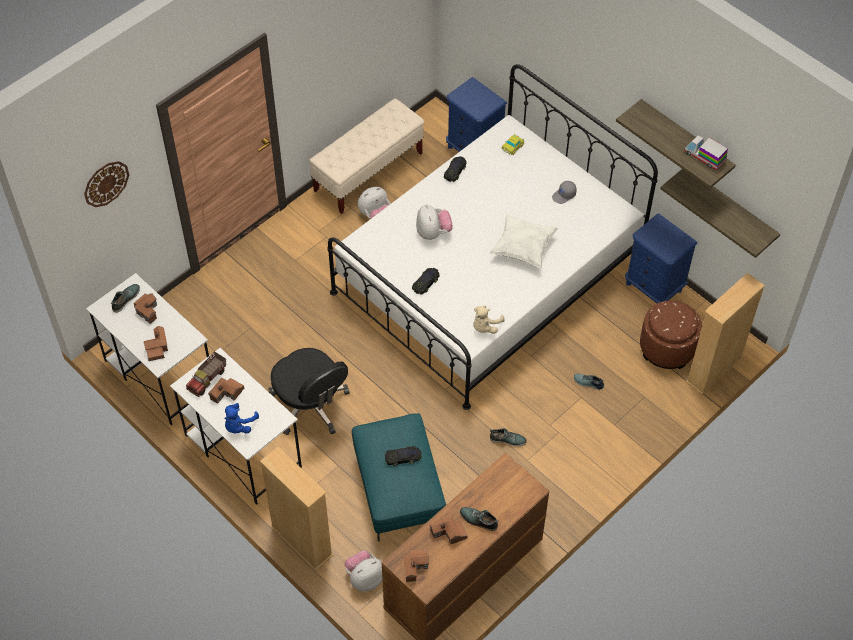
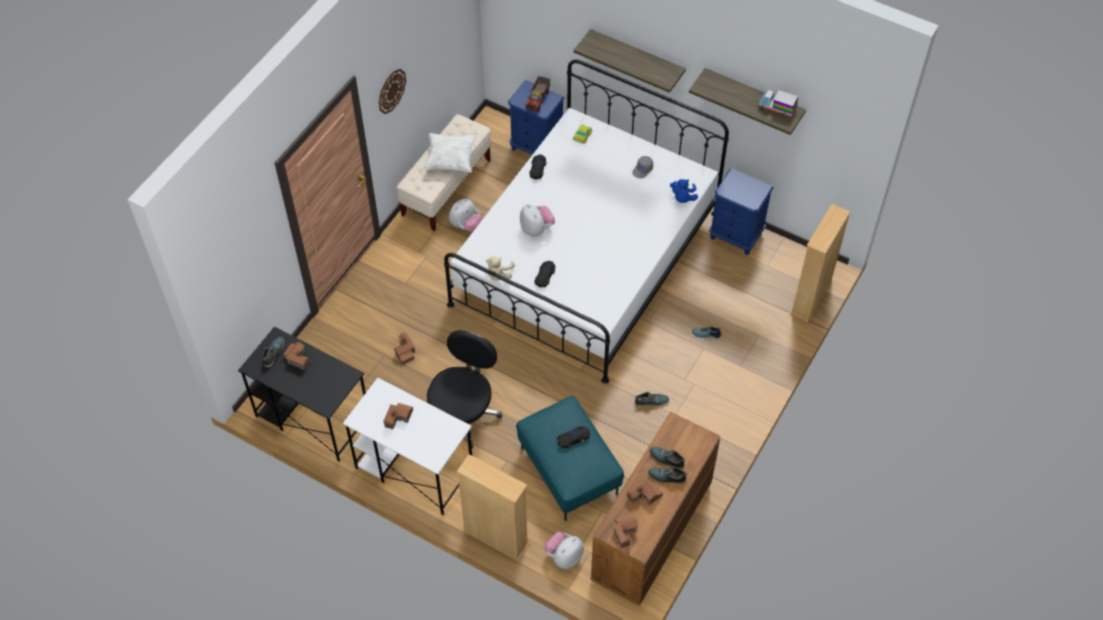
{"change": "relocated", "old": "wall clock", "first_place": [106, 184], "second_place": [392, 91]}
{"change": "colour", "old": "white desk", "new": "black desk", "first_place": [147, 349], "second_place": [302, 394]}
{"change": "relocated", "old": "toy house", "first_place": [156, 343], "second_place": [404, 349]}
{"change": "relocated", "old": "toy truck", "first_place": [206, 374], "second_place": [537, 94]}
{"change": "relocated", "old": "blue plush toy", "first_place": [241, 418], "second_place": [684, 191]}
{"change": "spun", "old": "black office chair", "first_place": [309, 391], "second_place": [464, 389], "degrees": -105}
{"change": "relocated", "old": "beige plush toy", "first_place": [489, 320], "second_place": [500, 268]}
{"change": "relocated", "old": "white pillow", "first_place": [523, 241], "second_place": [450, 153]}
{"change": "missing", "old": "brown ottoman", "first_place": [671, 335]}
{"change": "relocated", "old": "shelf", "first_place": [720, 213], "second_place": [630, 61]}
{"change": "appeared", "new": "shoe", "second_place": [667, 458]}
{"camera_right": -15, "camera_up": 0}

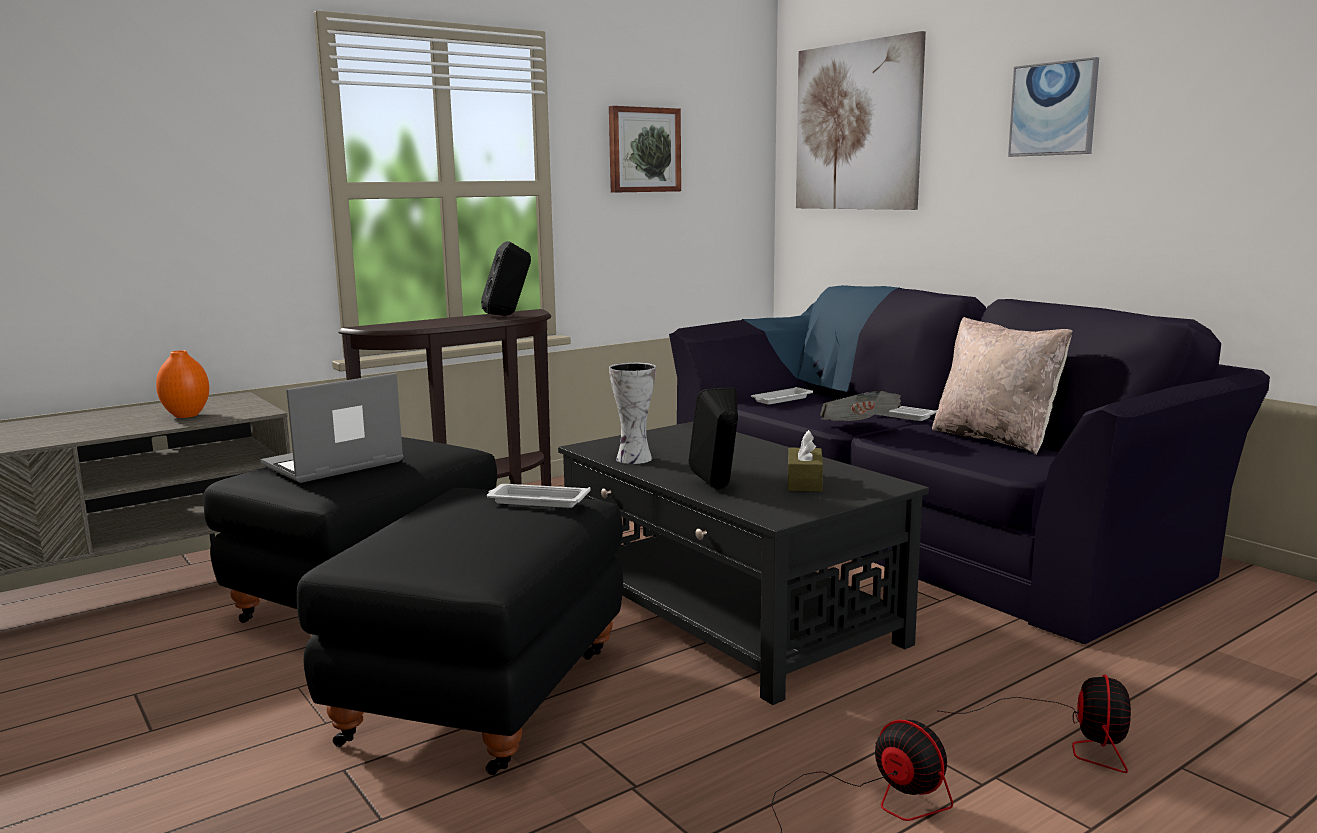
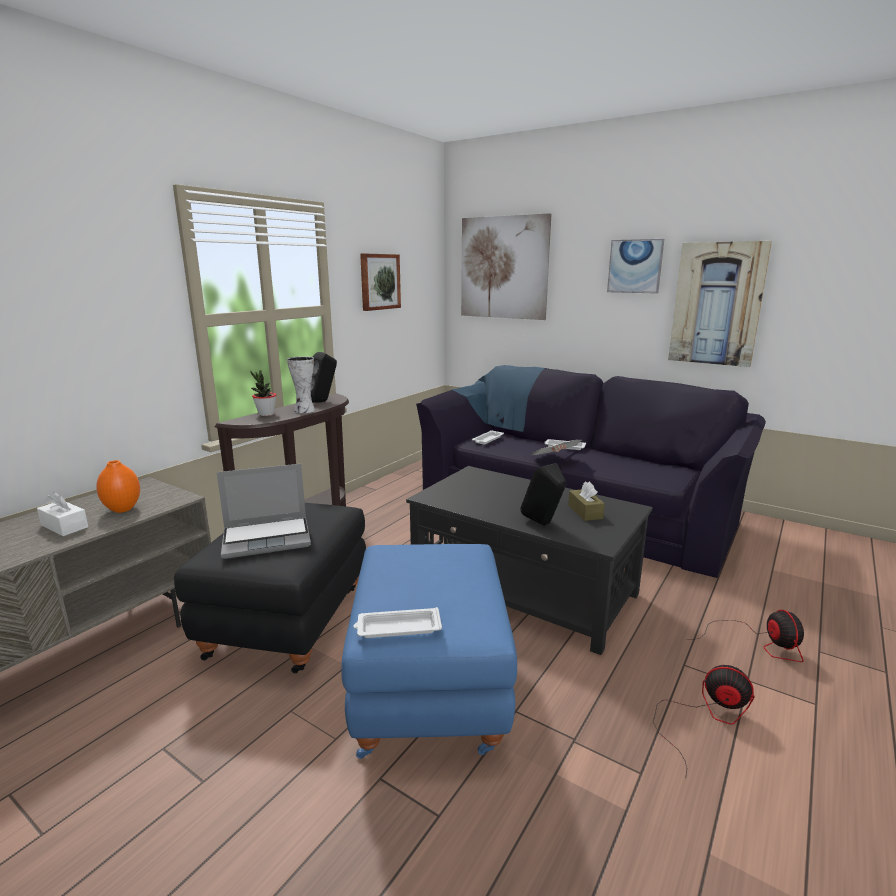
{"change": "spun", "old": "laptop", "first_place": [332, 428], "second_place": [264, 511], "degrees": -135}
{"change": "colour", "old": "black ottoman", "new": "blue ottoman", "first_place": [460, 631], "second_place": [429, 651]}
{"change": "relocated", "old": "white tray", "first_place": [539, 496], "second_place": [398, 622]}
{"change": "relocated", "old": "vase", "first_place": [632, 413], "second_place": [301, 384]}
{"change": "missing", "old": "beige pillow", "first_place": [1002, 386]}
{"change": "appeared", "new": "white tissue box", "second_place": [63, 514]}
{"change": "appeared", "new": "potted plant", "second_place": [263, 393]}
{"change": "appeared", "new": "picture", "second_place": [720, 304]}
{"camera_right": -20, "camera_up": 5}

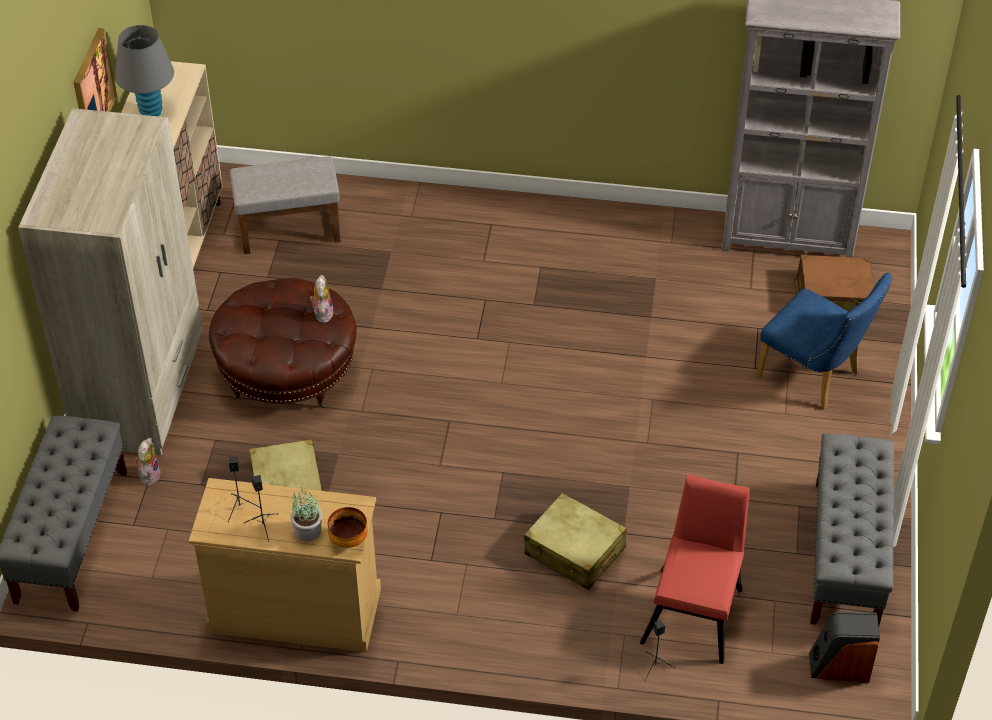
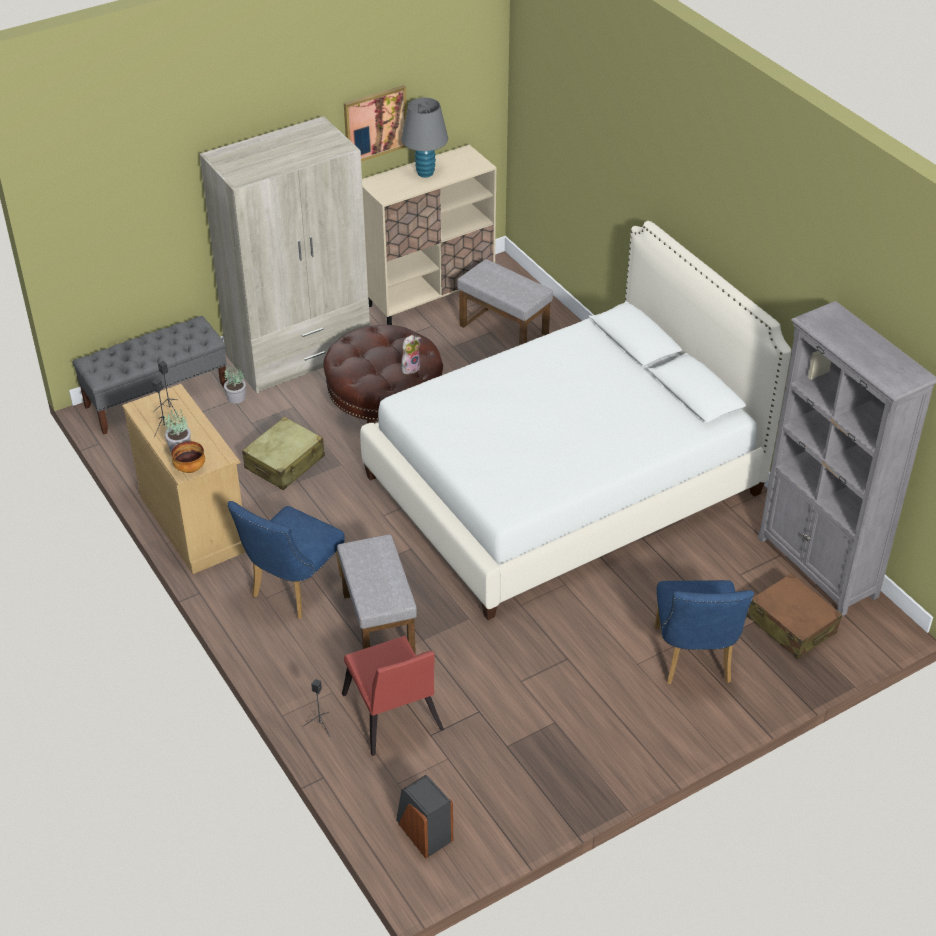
{"change": "exchanged", "old": "plush toy", "new": "potted plant", "first_place": [148, 461], "second_place": [235, 384]}
{"change": "exchanged", "old": "beige suitcase", "new": "grey ottoman", "first_place": [575, 541], "second_place": [377, 594]}
{"change": "spun", "old": "red chair", "first_place": [695, 569], "second_place": [393, 696], "degrees": 90}
{"change": "missing", "old": "grey bench", "first_place": [852, 530]}
{"change": "appeared", "new": "blue chair", "second_place": [286, 560]}
{"change": "appeared", "new": "white bed", "second_place": [575, 420]}
{"camera_right": 50, "camera_up": -5}

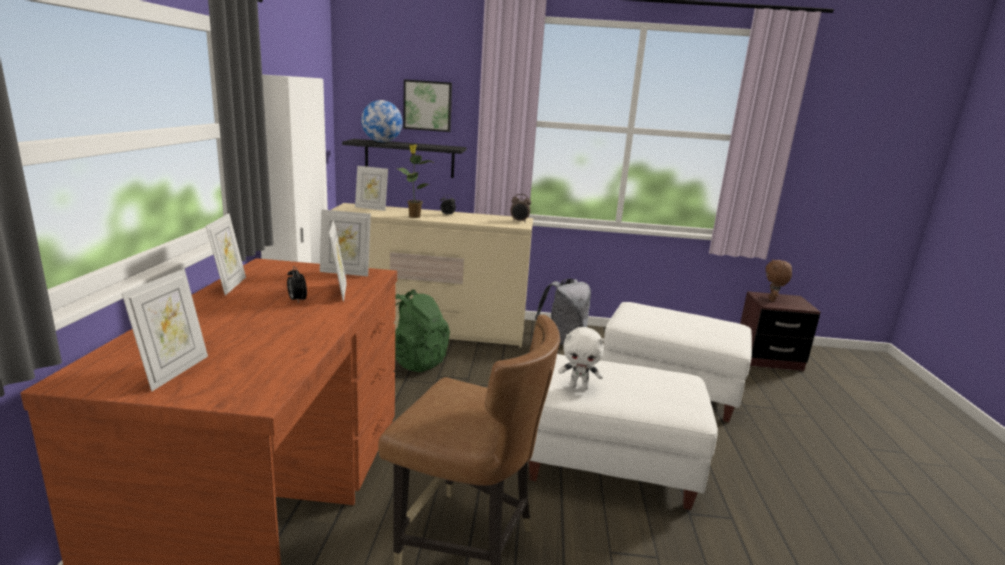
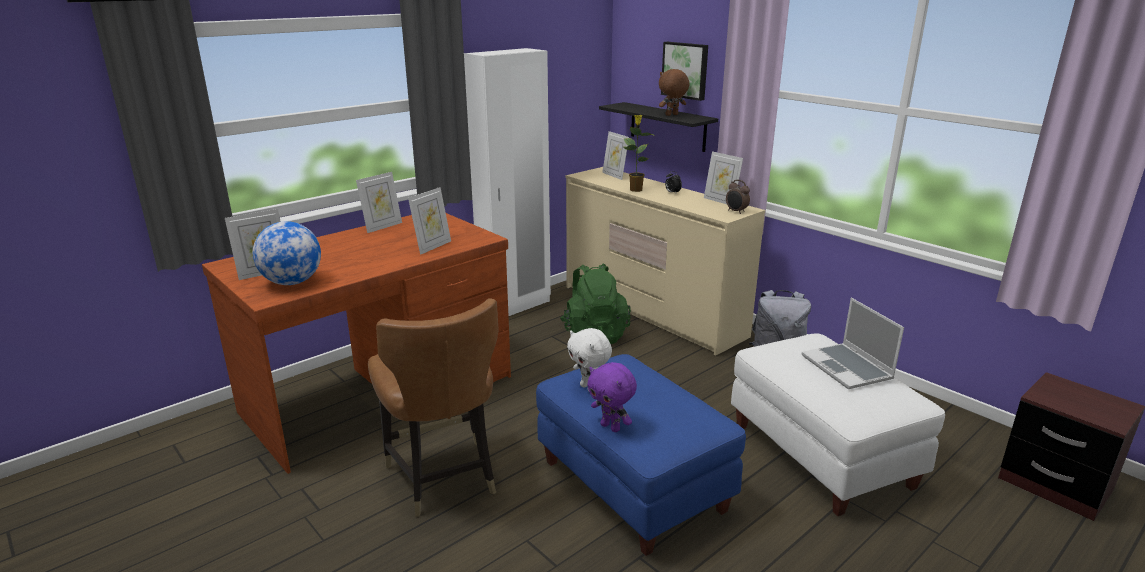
{"change": "missing", "old": "alarm clock", "first_place": [297, 284]}
{"change": "relocated", "old": "picture frame", "first_place": [345, 242], "second_place": [723, 177]}
{"change": "relocated", "old": "globe", "first_place": [382, 121], "second_place": [287, 253]}
{"change": "colour", "old": "white ottoman", "new": "blue ottoman", "first_place": [623, 432], "second_place": [641, 455]}
{"change": "relocated", "old": "brown plush toy", "first_place": [779, 280], "second_place": [674, 92]}
{"change": "appeared", "new": "purple plush toy", "second_place": [612, 397]}
{"change": "appeared", "new": "laptop", "second_place": [853, 343]}
{"camera_right": 45, "camera_up": 5}

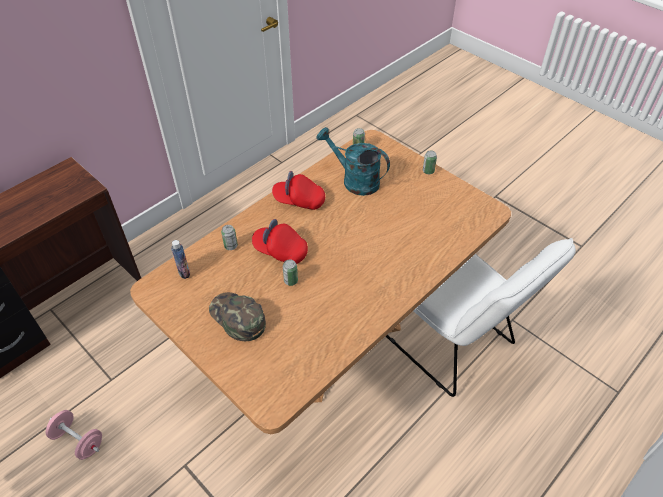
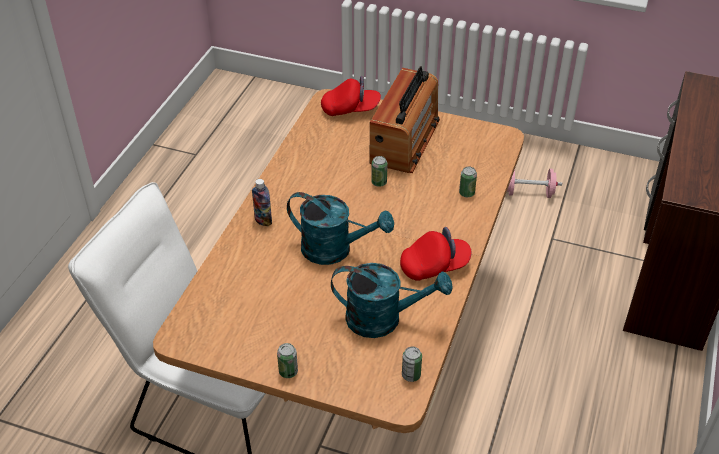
{"change": "relocated", "old": "bottle", "first_place": [180, 259], "second_place": [262, 202]}
{"change": "exchanged", "old": "green cap", "new": "radio", "first_place": [237, 316], "second_place": [404, 119]}
{"change": "relocated", "old": "red cap", "first_place": [280, 241], "second_place": [351, 96]}
{"change": "appeared", "new": "turquoise watering can", "second_place": [340, 228]}
{"camera_right": 155, "camera_up": -5}

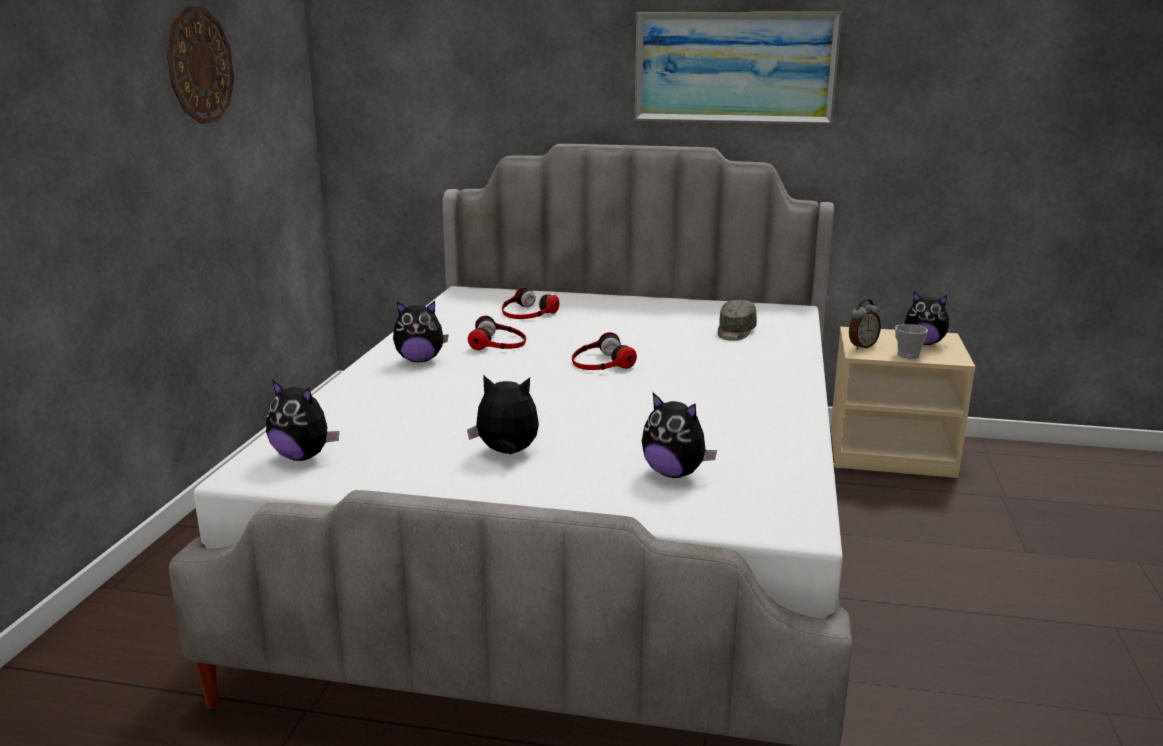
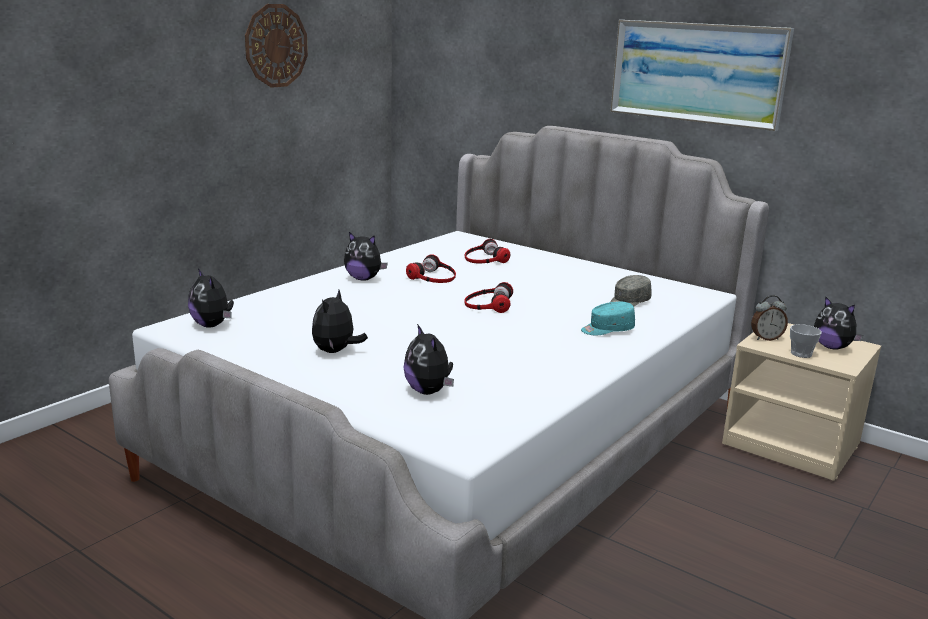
{"change": "spun", "old": "plush toy", "first_place": [503, 414], "second_place": [340, 321], "degrees": -105}
{"change": "appeared", "new": "turquoise cap", "second_place": [608, 318]}
{"camera_right": 25, "camera_up": 0}

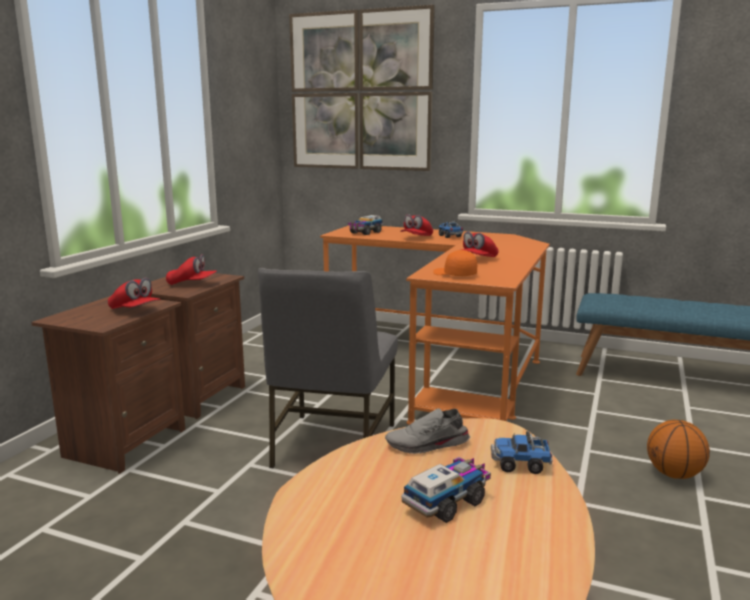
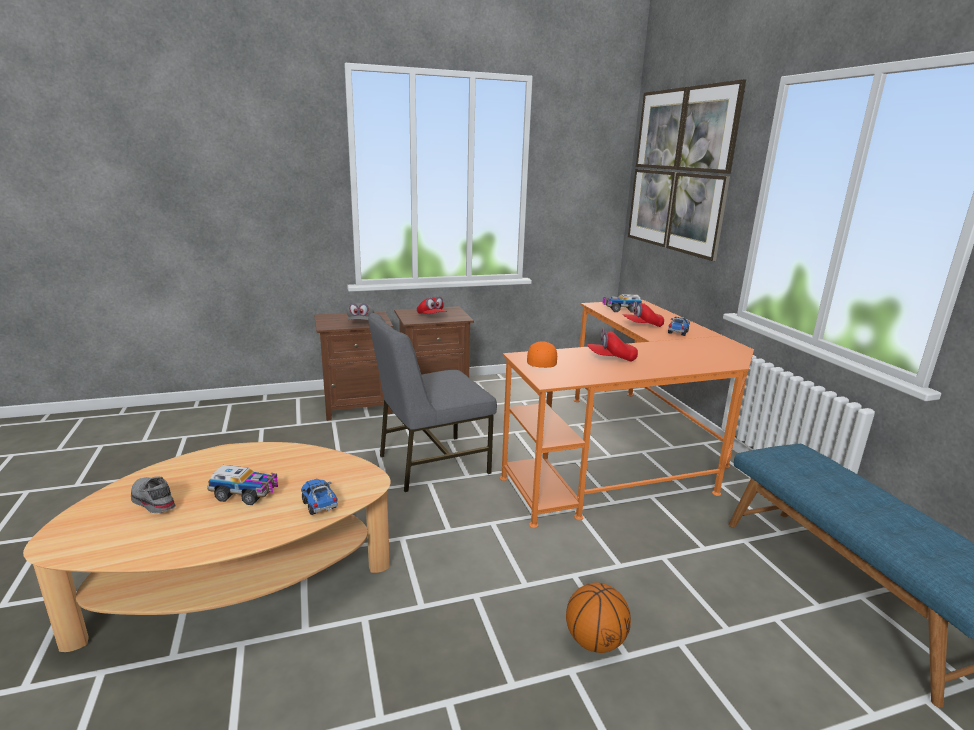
{"change": "colour", "old": "red cap", "new": "grey cap", "first_place": [134, 293], "second_place": [360, 311]}
{"change": "relocated", "old": "grey shoe", "first_place": [427, 431], "second_place": [153, 494]}
{"camera_right": 50, "camera_up": 5}

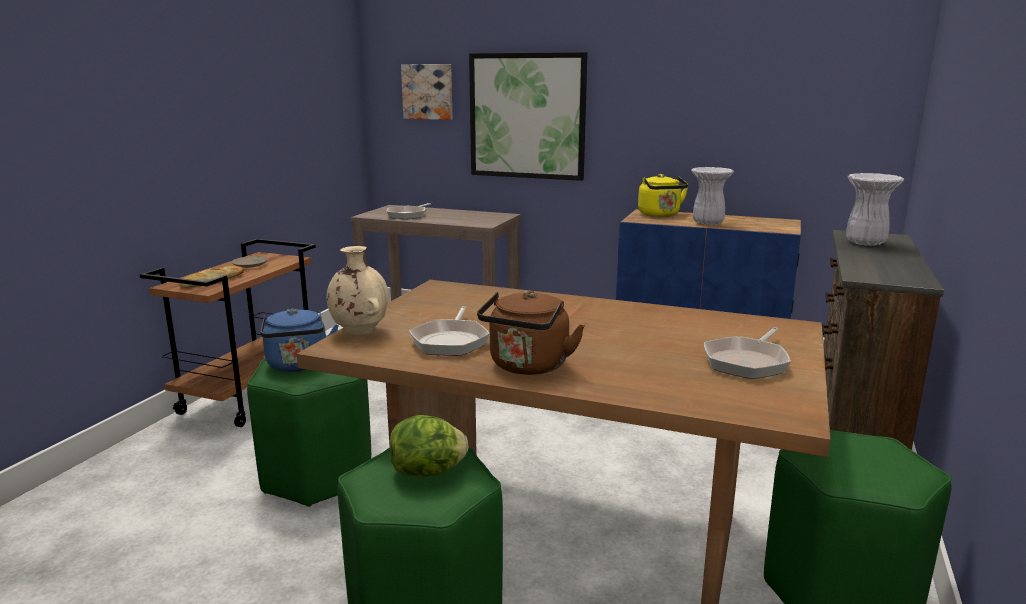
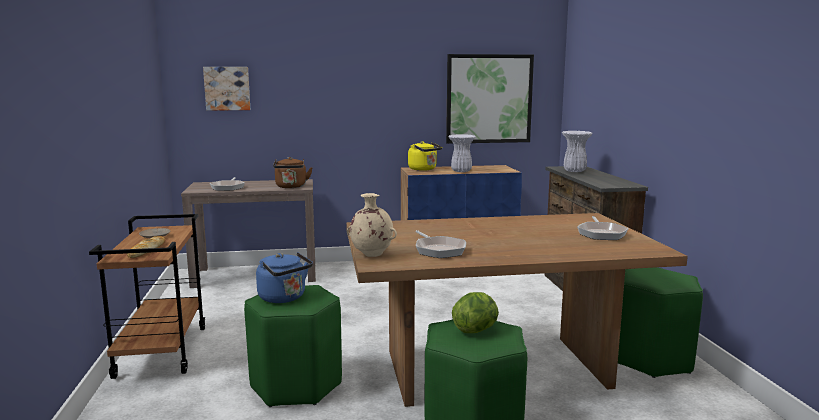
{"change": "relocated", "old": "picture", "first_place": [528, 116], "second_place": [490, 99]}
{"change": "relocated", "old": "brown kettle", "first_place": [531, 333], "second_place": [293, 172]}
{"camera_right": -30, "camera_up": -5}

